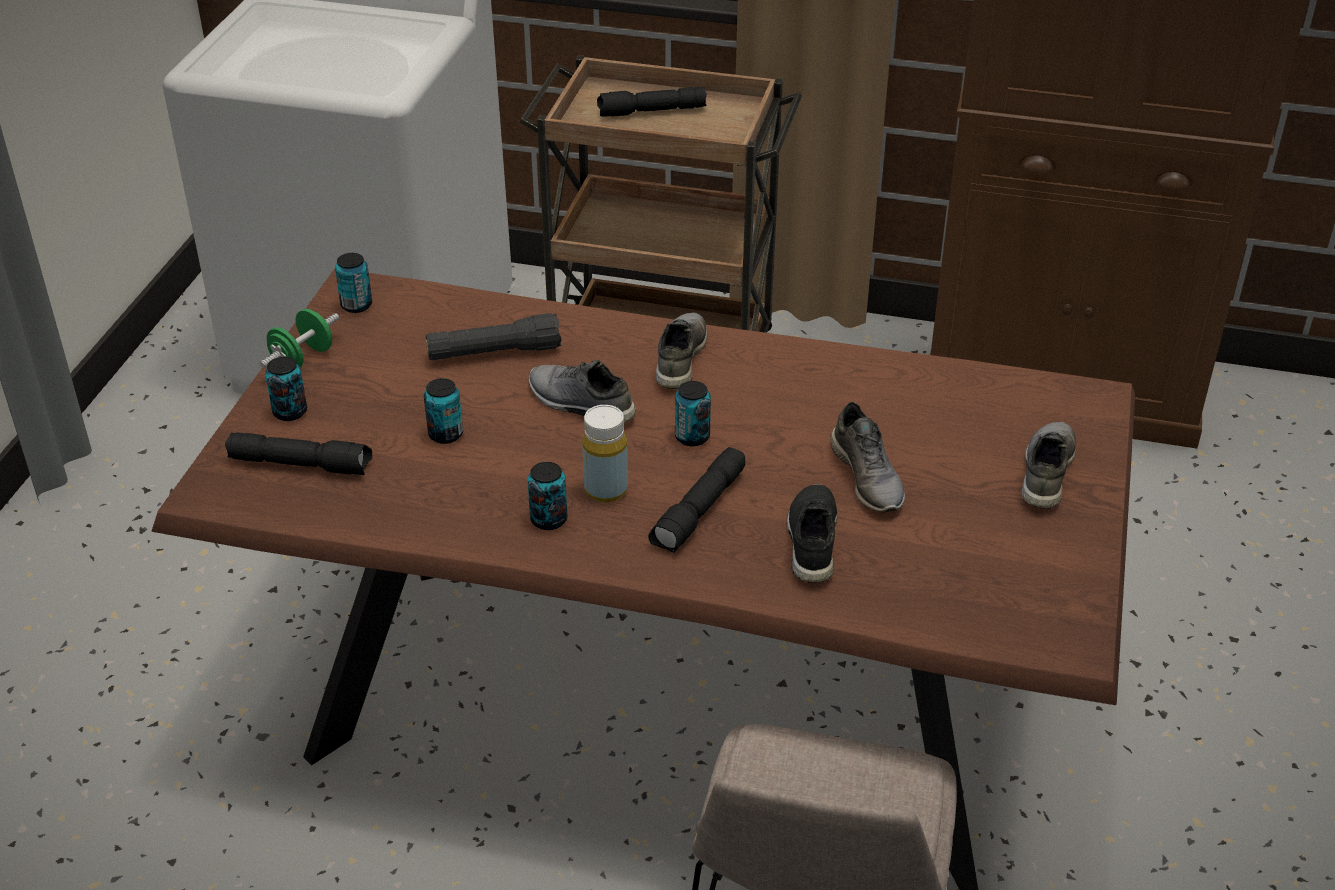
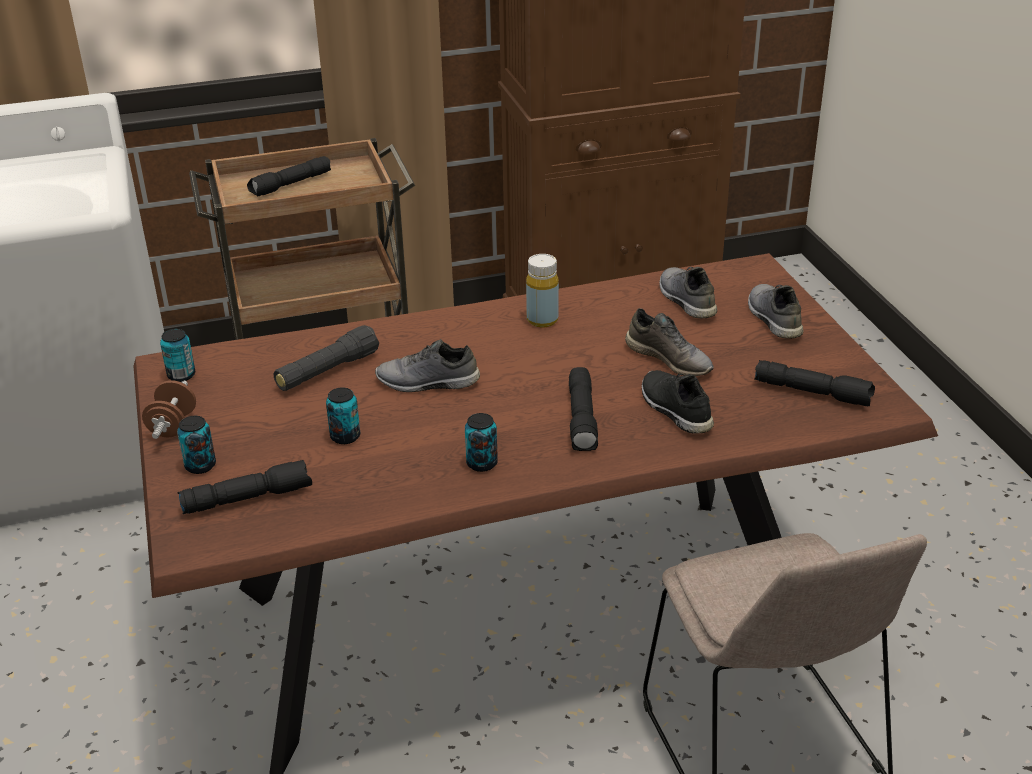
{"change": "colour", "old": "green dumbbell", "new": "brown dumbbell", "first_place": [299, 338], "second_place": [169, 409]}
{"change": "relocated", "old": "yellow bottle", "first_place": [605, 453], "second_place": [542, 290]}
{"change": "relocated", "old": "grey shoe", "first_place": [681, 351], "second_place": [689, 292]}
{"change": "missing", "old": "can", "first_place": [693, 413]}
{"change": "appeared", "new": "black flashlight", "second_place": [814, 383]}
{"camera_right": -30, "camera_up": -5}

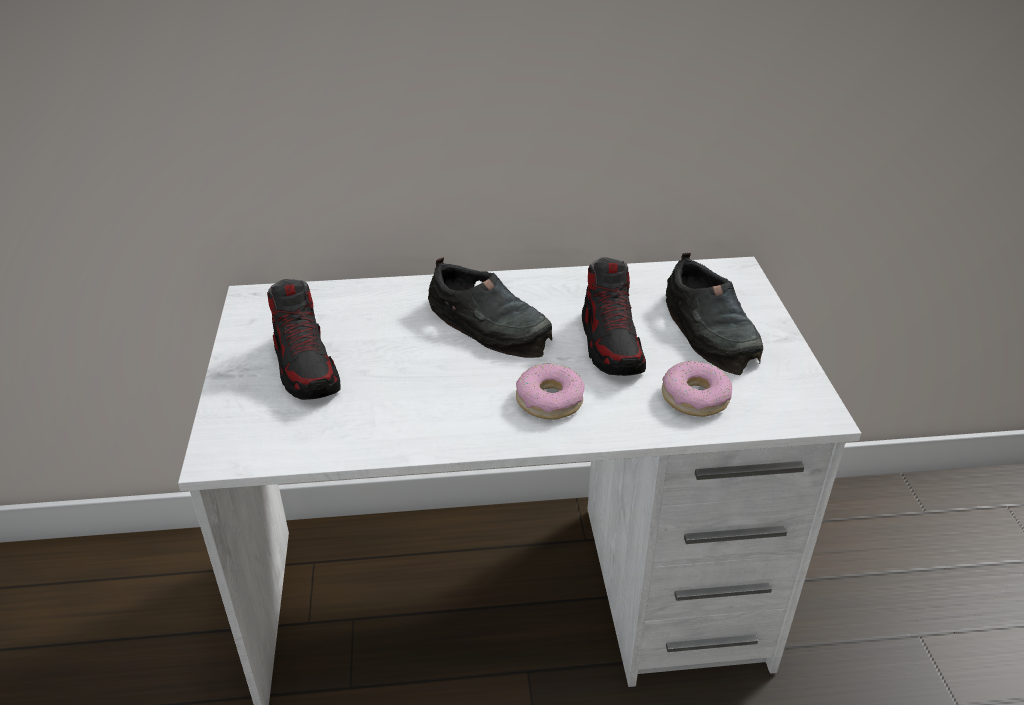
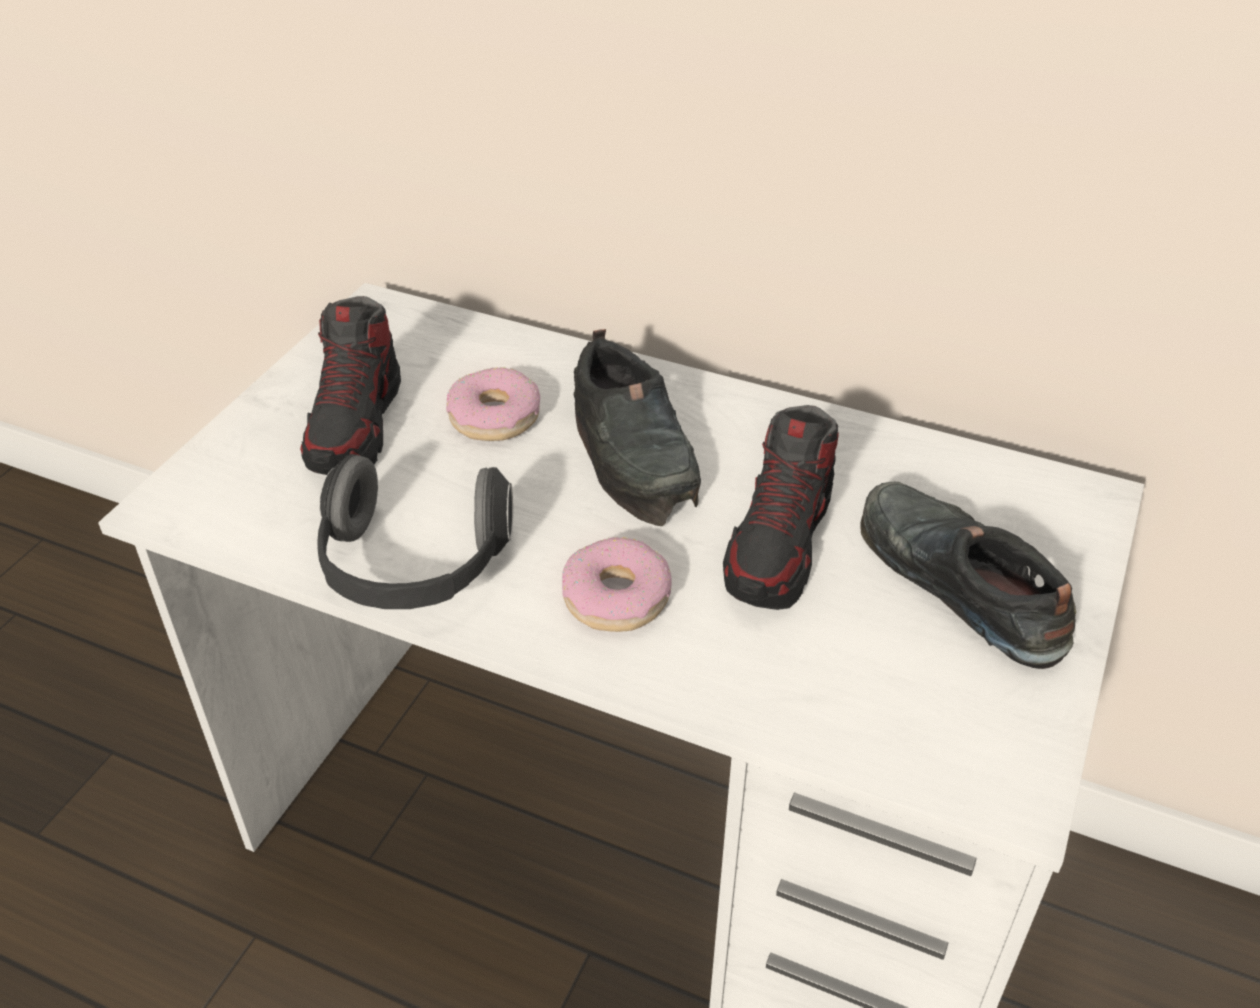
{"change": "relocated", "old": "donut", "first_place": [697, 389], "second_place": [493, 404]}
{"change": "spun", "old": "black shoe", "first_place": [714, 313], "second_place": [968, 575], "degrees": 135}
{"change": "appeared", "new": "headphones", "second_place": [415, 531]}
{"camera_right": 30, "camera_up": 5}

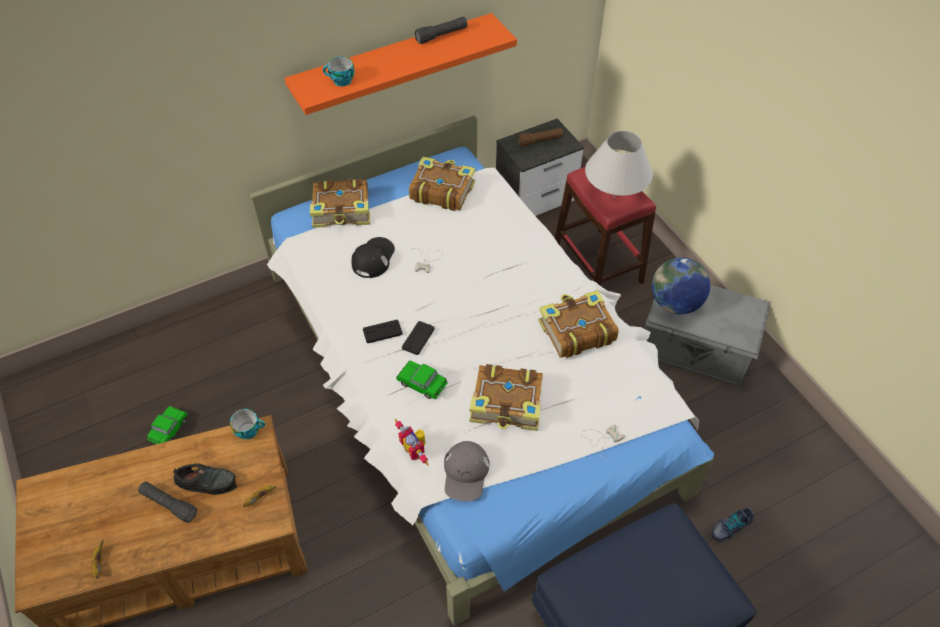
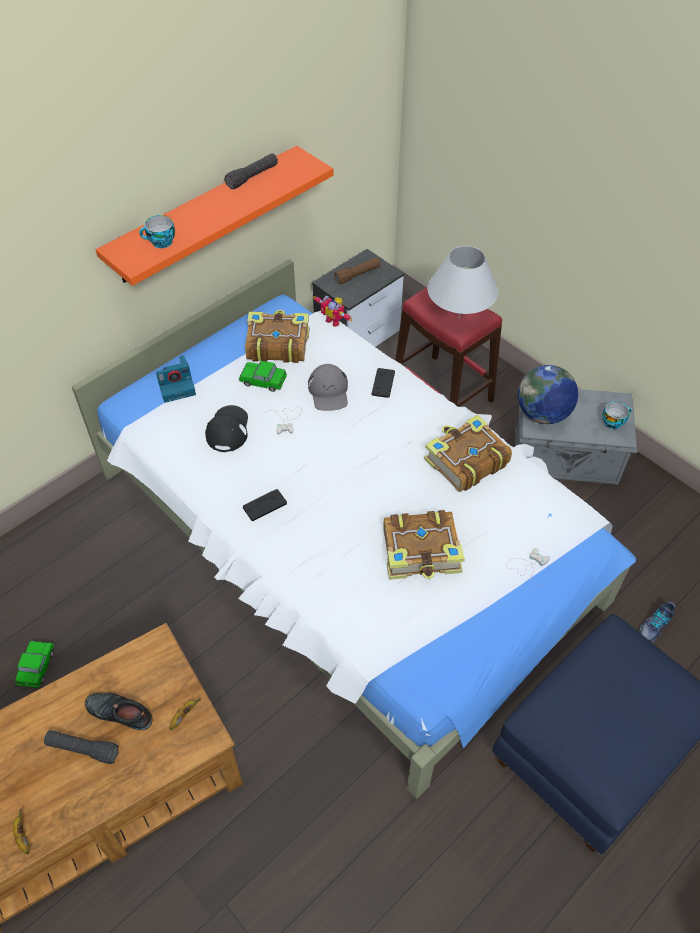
{"change": "spun", "old": "black shoe", "first_place": [205, 479], "second_place": [119, 711], "degrees": -150}
{"change": "relocated", "old": "cup", "first_place": [247, 424], "second_place": [617, 415]}
{"change": "exchanged", "old": "book", "new": "photo camera", "first_place": [340, 203], "second_place": [176, 379]}
{"change": "relocated", "old": "toy robot", "first_place": [412, 442], "second_place": [333, 311]}
{"change": "relocated", "old": "toy car", "first_place": [422, 380], "second_place": [263, 376]}
{"change": "relocated", "old": "black game controller", "first_place": [418, 338], "second_place": [383, 383]}
{"change": "relocated", "old": "grey cap", "first_place": [467, 471], "second_place": [328, 387]}
{"camera_right": -15, "camera_up": 0}

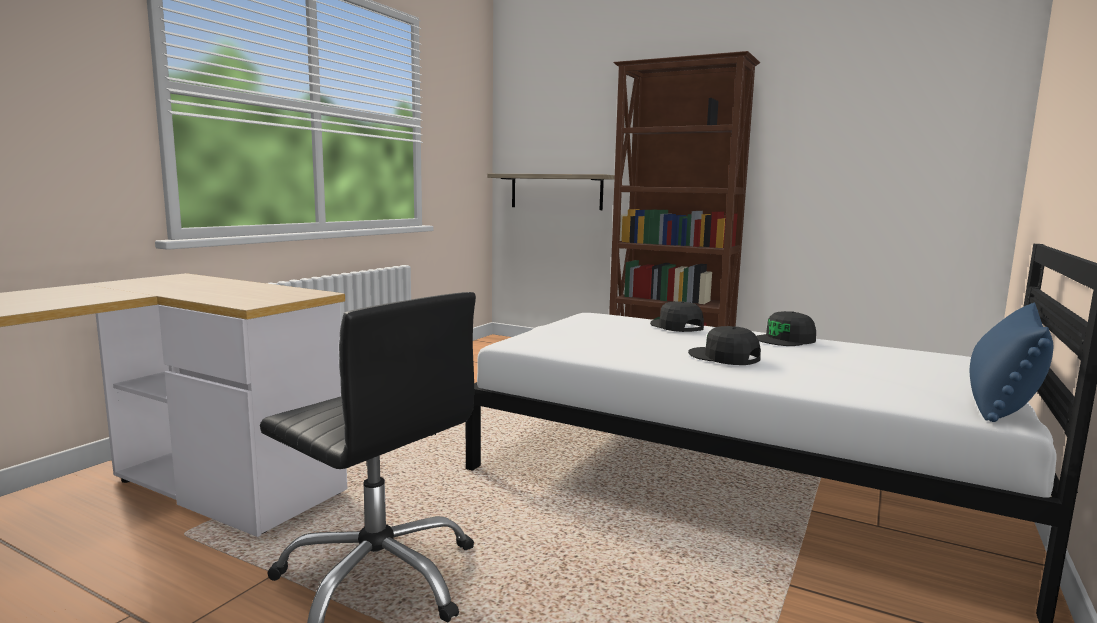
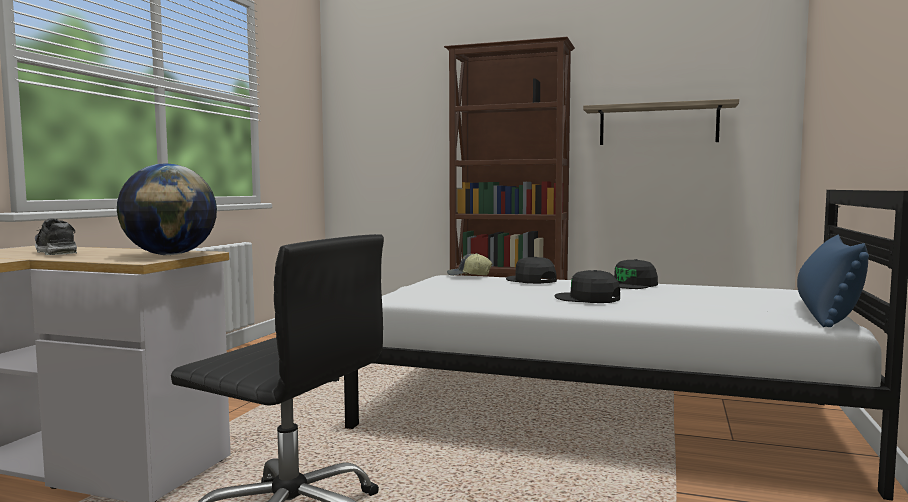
{"change": "relocated", "old": "shelf", "first_place": [551, 192], "second_place": [661, 122]}
{"change": "appeared", "new": "shoe", "second_place": [56, 237]}
{"change": "appeared", "new": "globe", "second_place": [167, 209]}
{"change": "appeared", "new": "cap", "second_place": [470, 264]}
{"camera_right": -10, "camera_up": -5}

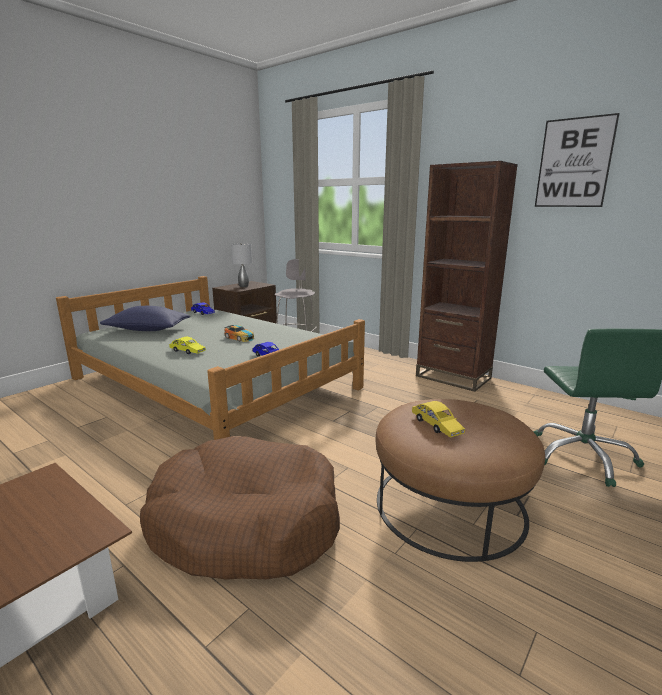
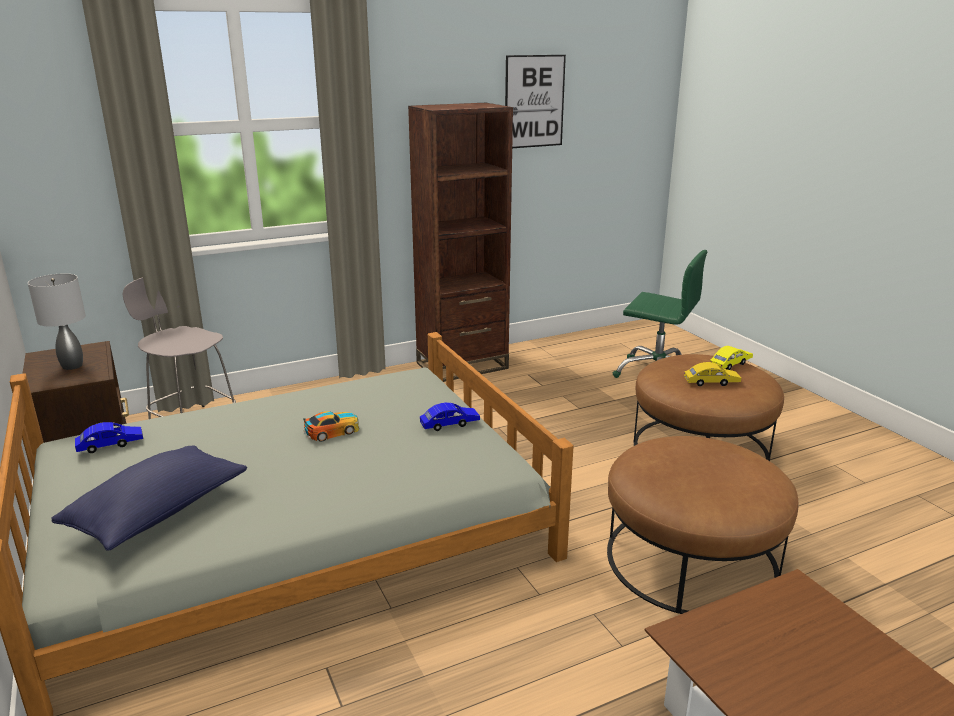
{"change": "exchanged", "old": "brown dog bed", "new": "brown ottoman", "first_place": [240, 508], "second_place": [703, 525]}
{"change": "relocated", "old": "yellow toy car", "first_place": [187, 345], "second_place": [731, 358]}
{"camera_right": -65, "camera_up": 5}

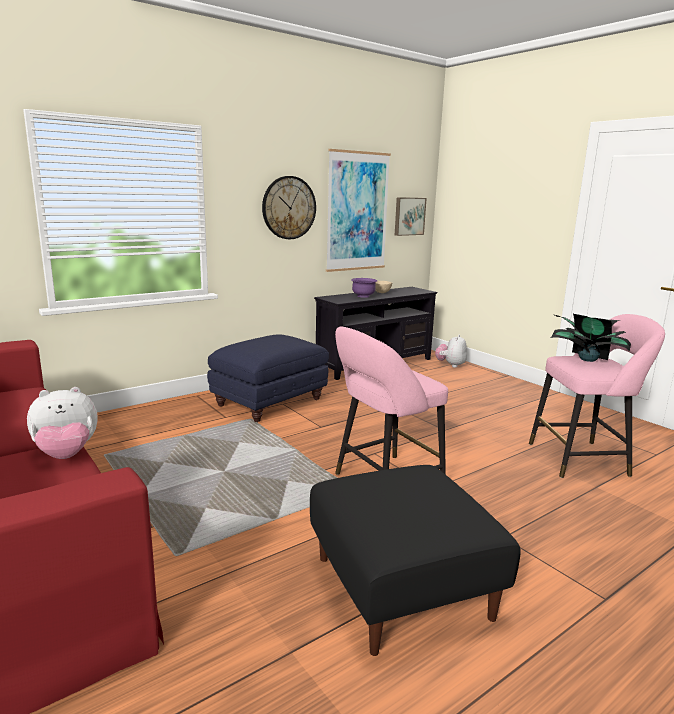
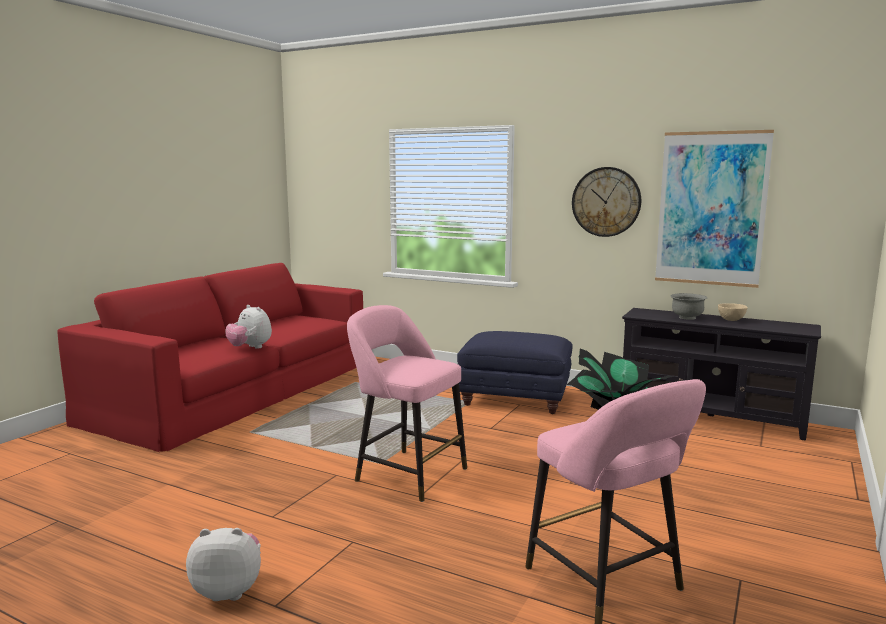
{"change": "missing", "old": "black ottoman", "first_place": [415, 560]}
{"change": "colour", "old": "purple bowl", "new": "grey bowl", "first_place": [364, 288], "second_place": [689, 306]}
{"change": "missing", "old": "picture", "first_place": [411, 216]}
{"change": "relocated", "old": "plush toy", "first_place": [451, 351], "second_place": [223, 564]}
{"camera_right": 65, "camera_up": -5}

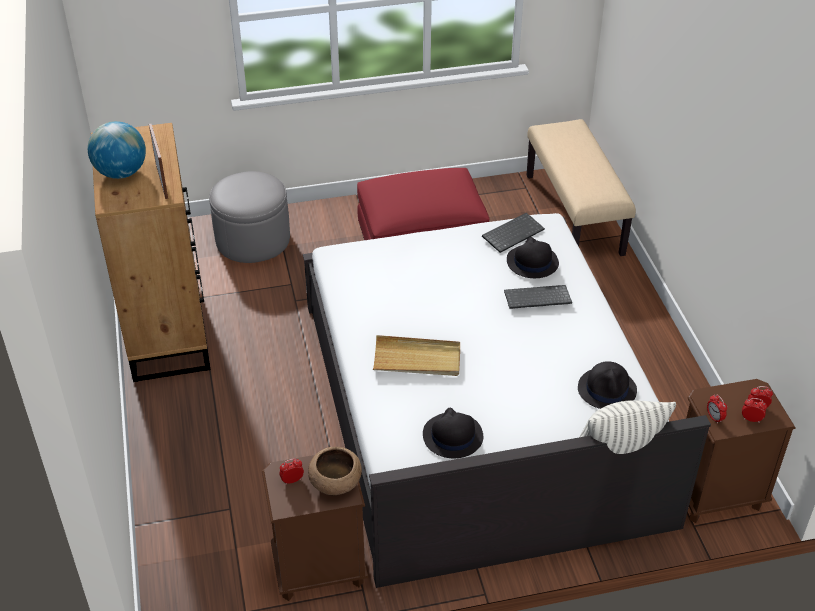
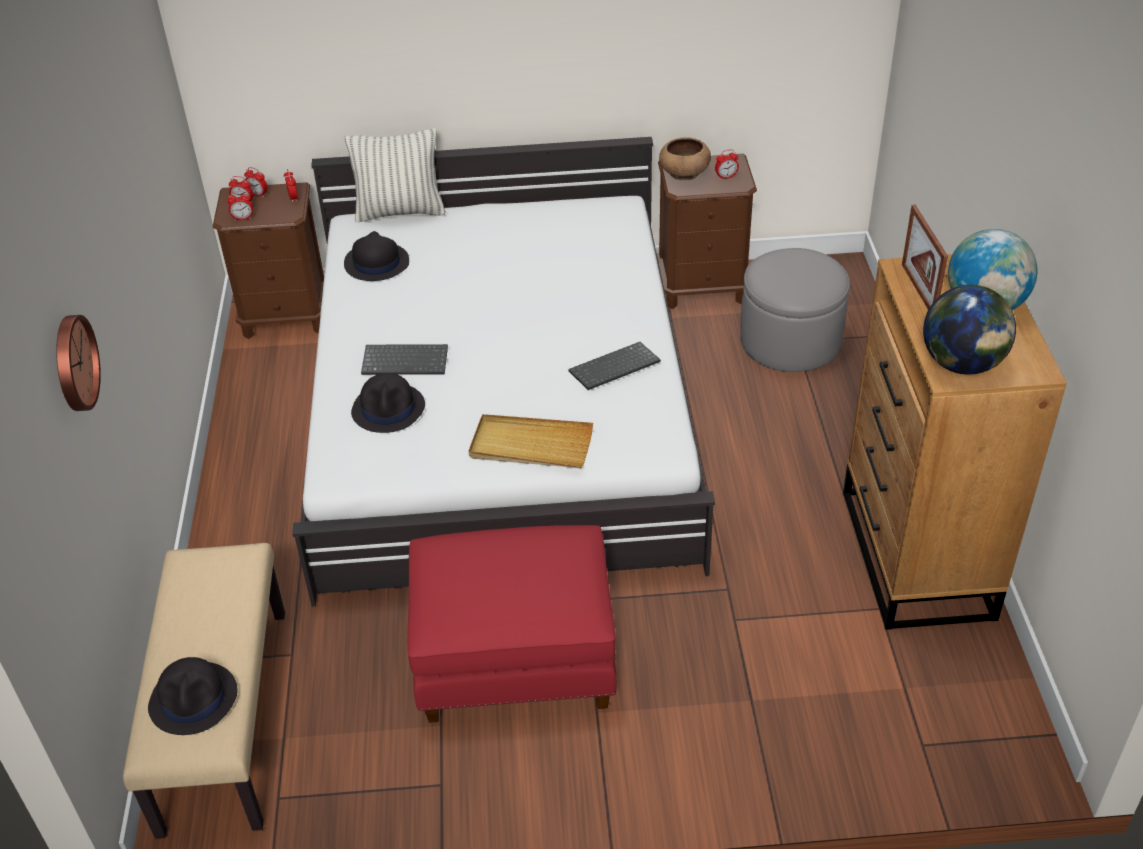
{"change": "relocated", "old": "grey ottoman", "first_place": [249, 217], "second_place": [795, 310]}
{"change": "relocated", "old": "beige tray", "first_place": [416, 355], "second_place": [531, 441]}
{"change": "relocated", "old": "black hat", "first_place": [453, 433], "second_place": [193, 696]}
{"change": "relocated", "old": "keyboard", "first_place": [513, 233], "second_place": [614, 366]}
{"change": "appeared", "new": "wall clock", "second_place": [78, 363]}
{"change": "appeared", "new": "alarm clock", "second_place": [240, 206]}
{"change": "appeared", "new": "globe", "second_place": [969, 330]}
{"camera_right": -170, "camera_up": 0}

